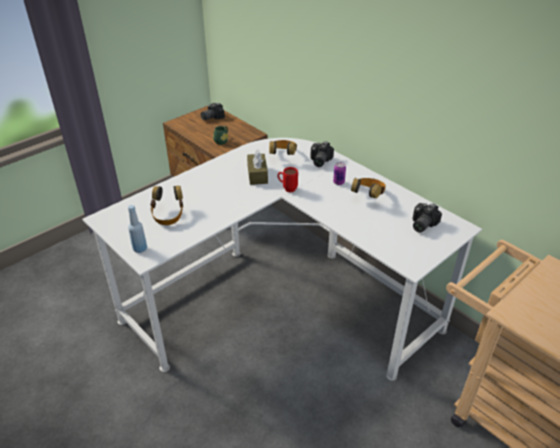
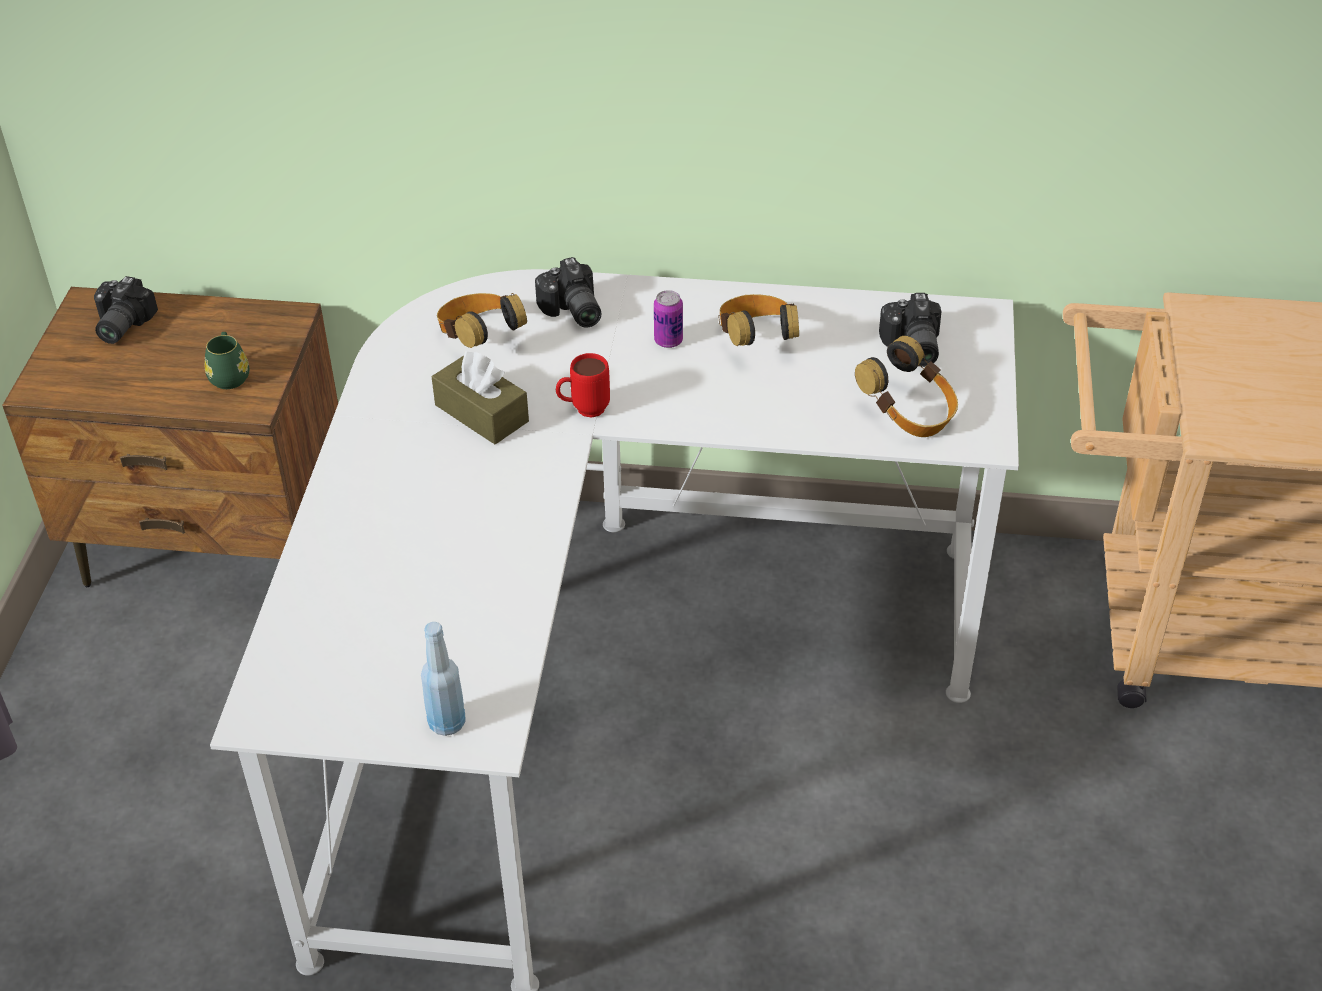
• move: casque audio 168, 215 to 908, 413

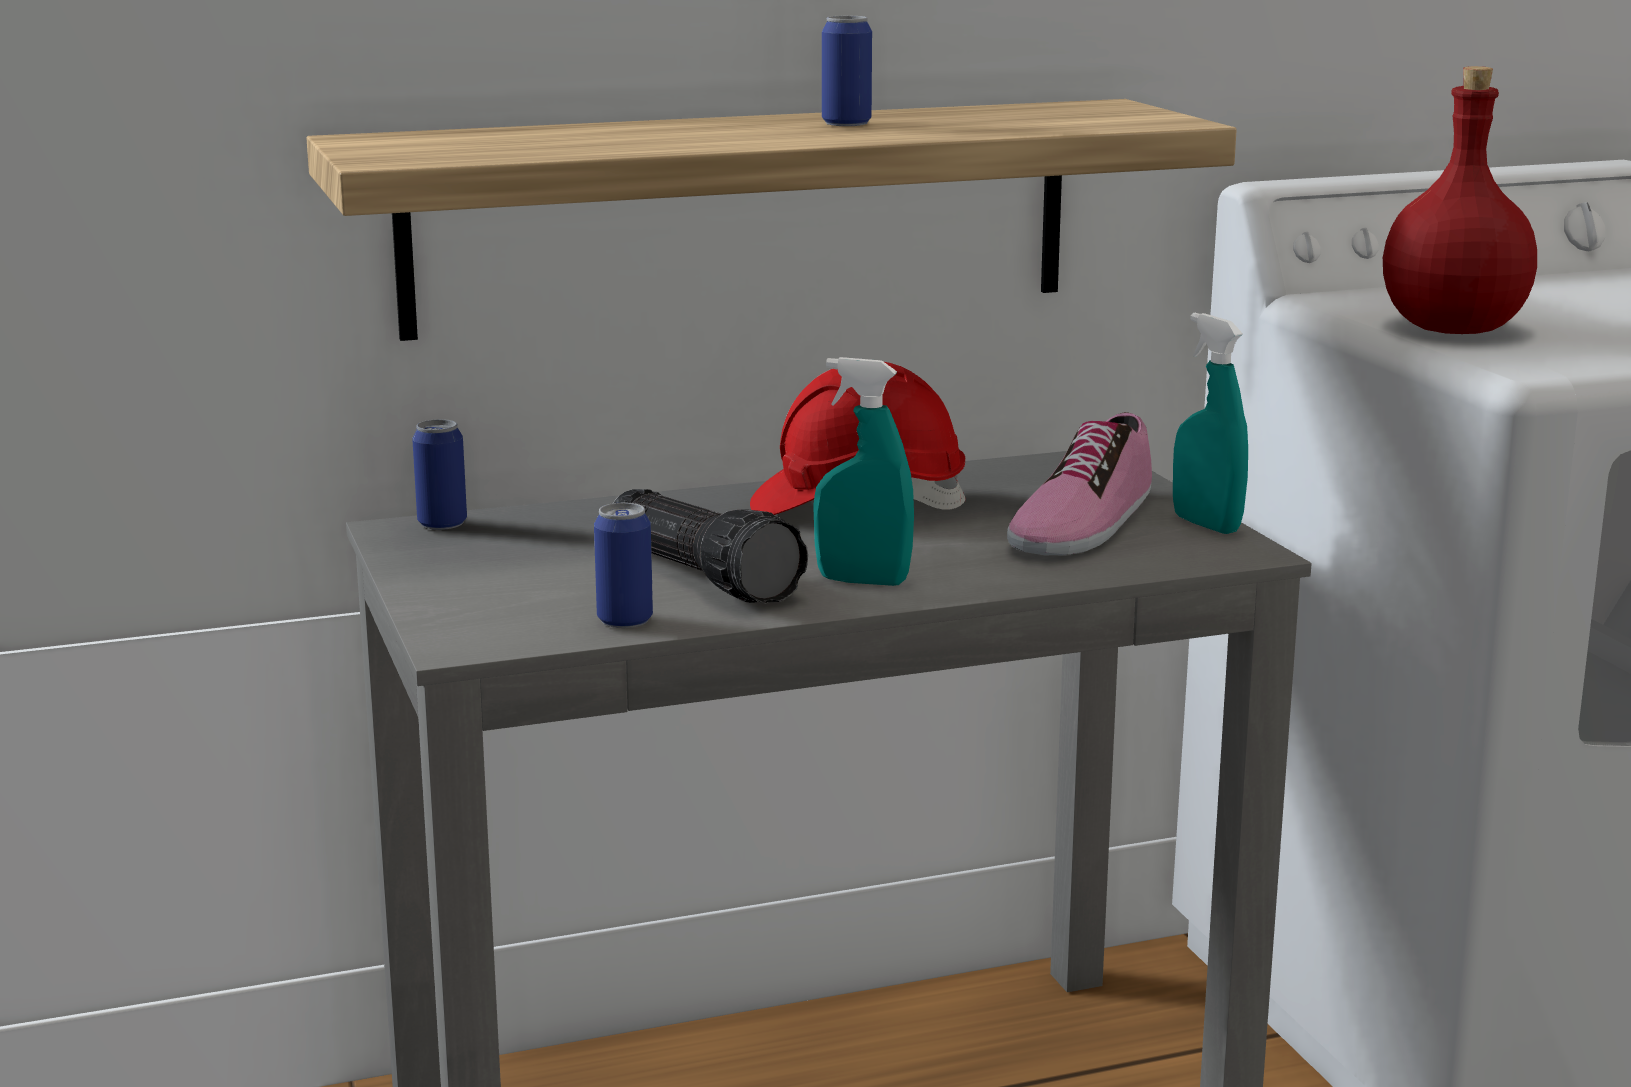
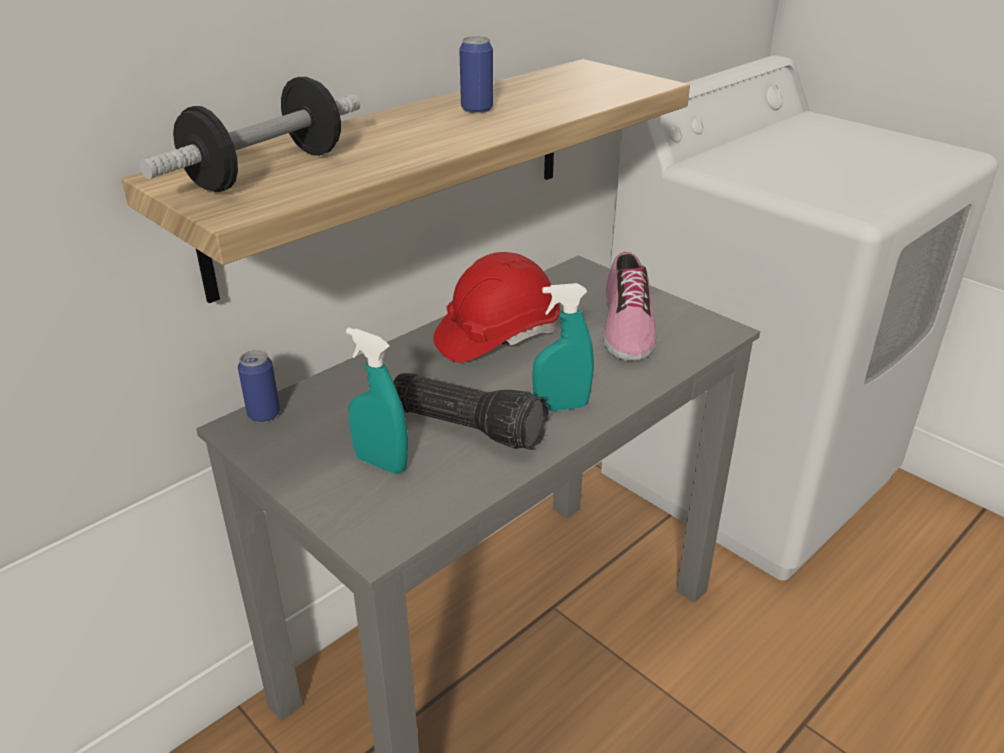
• delete: bouteille/rouge 1455, 330
• move: vaporisateur/turquoise 1206, 524 to 381, 463
• delete: boîte métallique 625, 620
• insert: haltère 266, 171

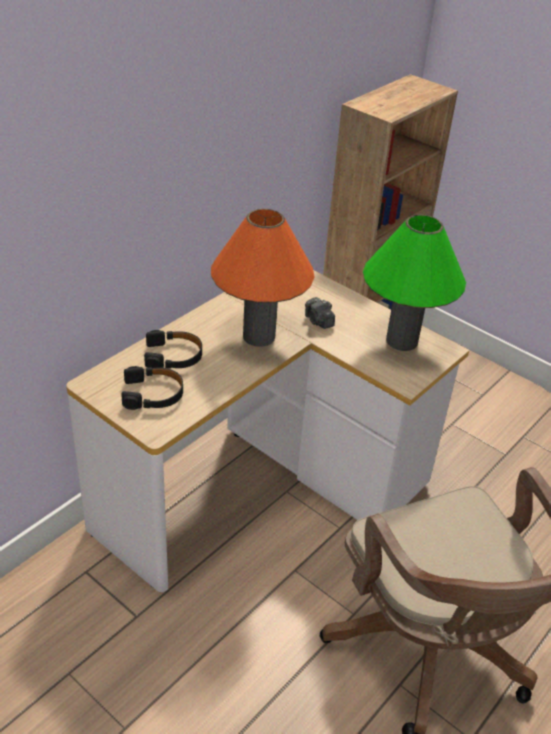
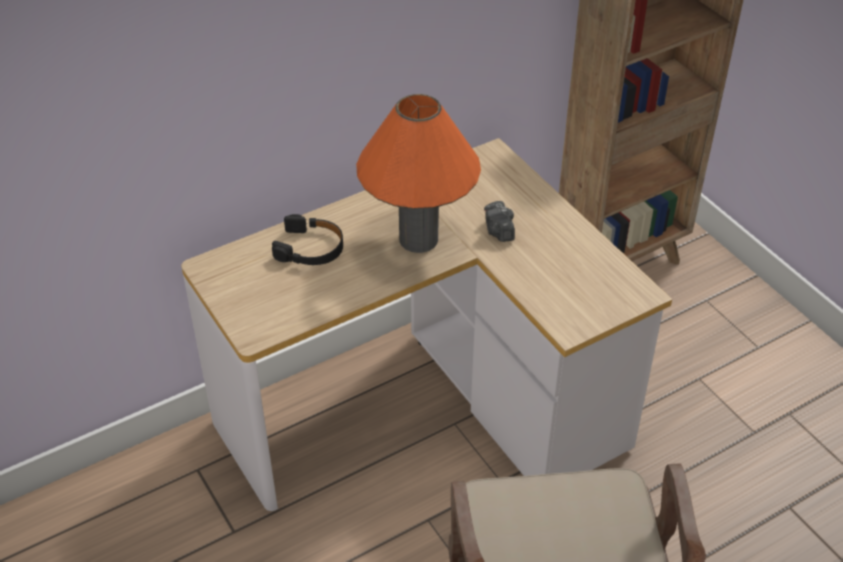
• delete: lampe de table/vert 402, 341
• delete: casque audio/noir 153, 394

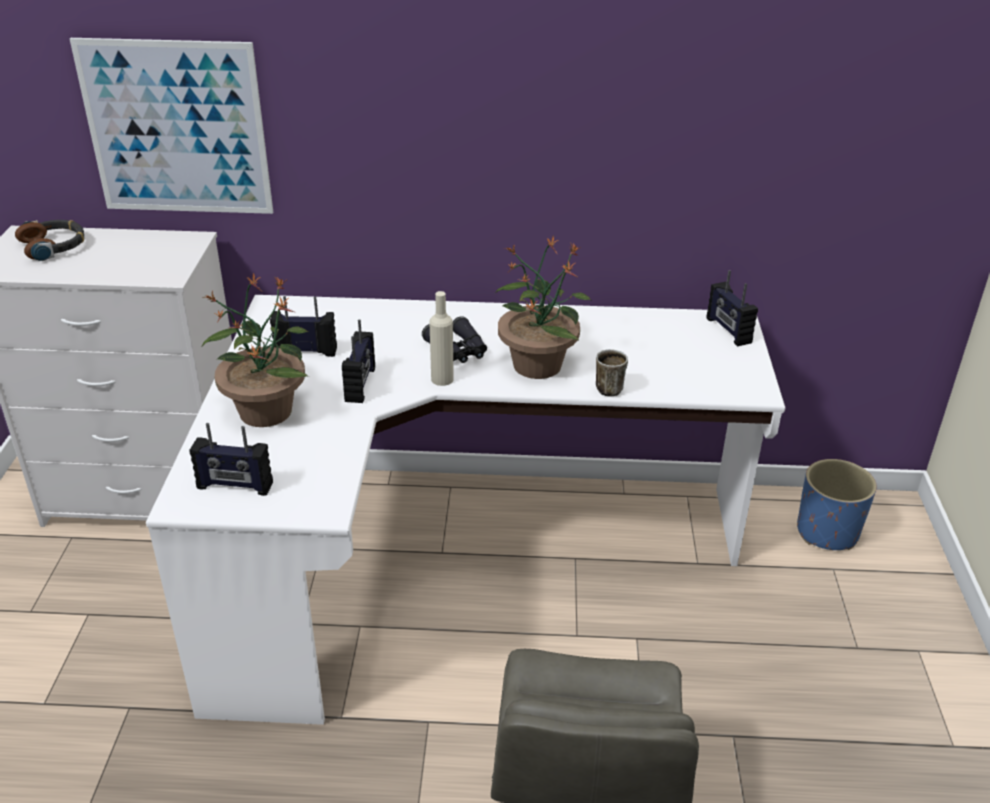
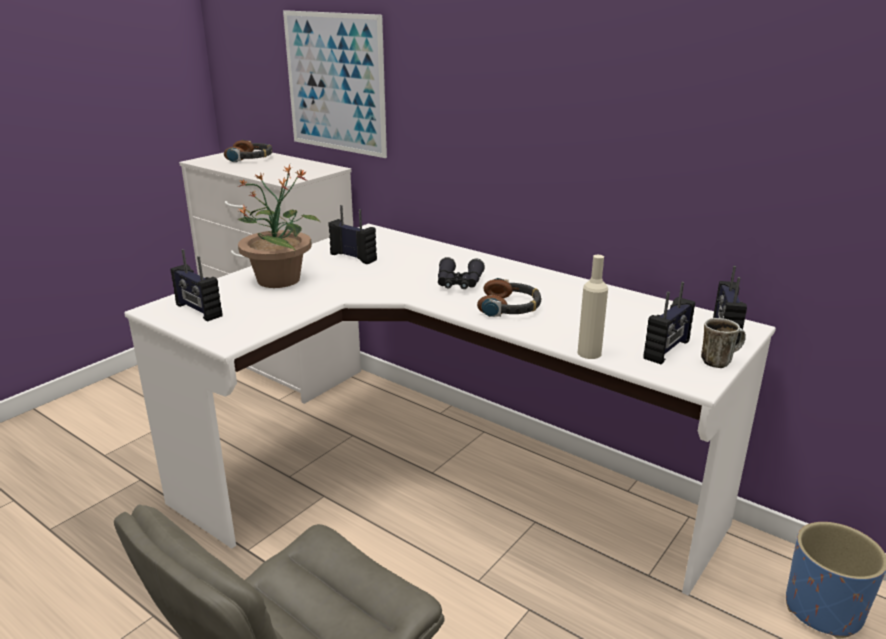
• replace: plante en pot 537, 364 to casque audio 510, 307
• move: bouteille/beige 442, 379 to 589, 353
• move: radio 361, 384 to 667, 350
• move: mug 611, 388 to 719, 361

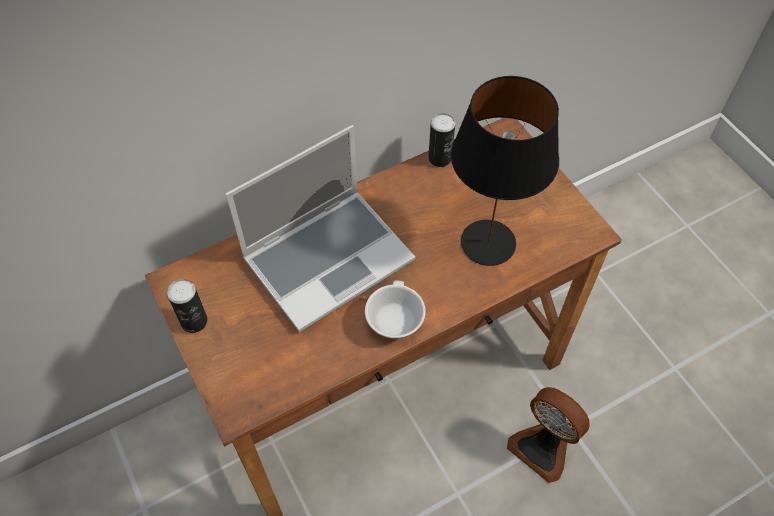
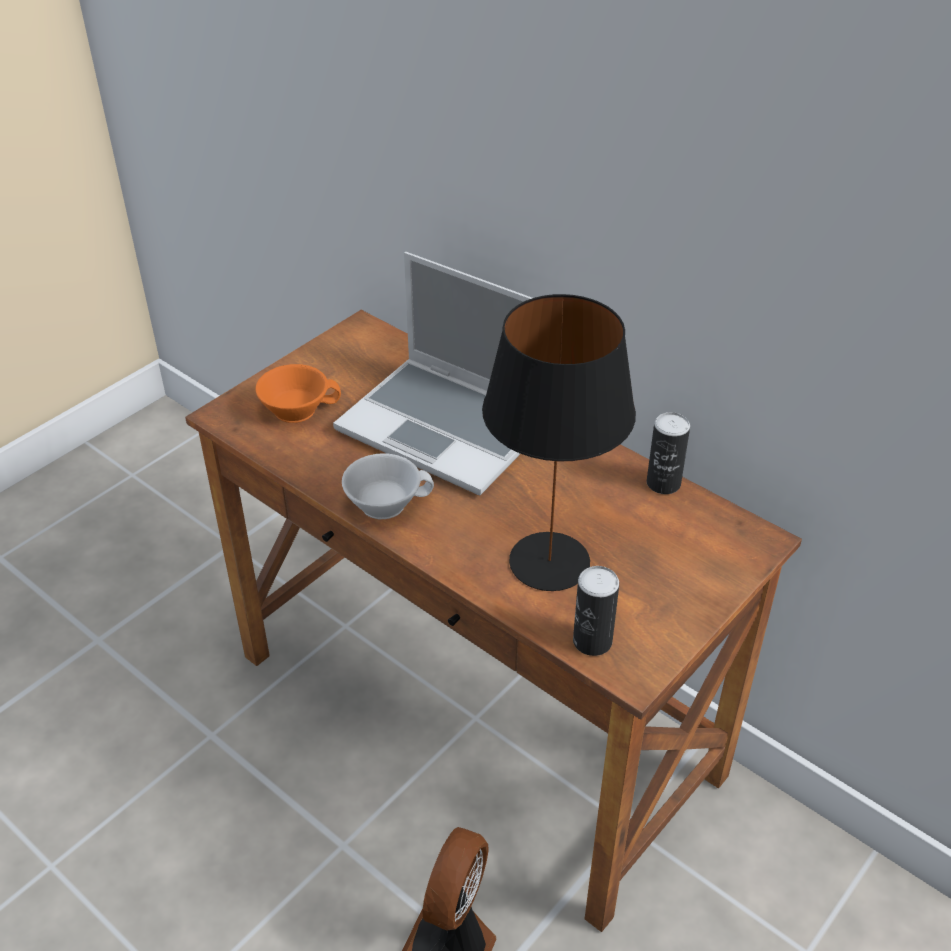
• move: boîte métallique 194, 321 to 592, 641
• insert: tasse/orange 297, 407

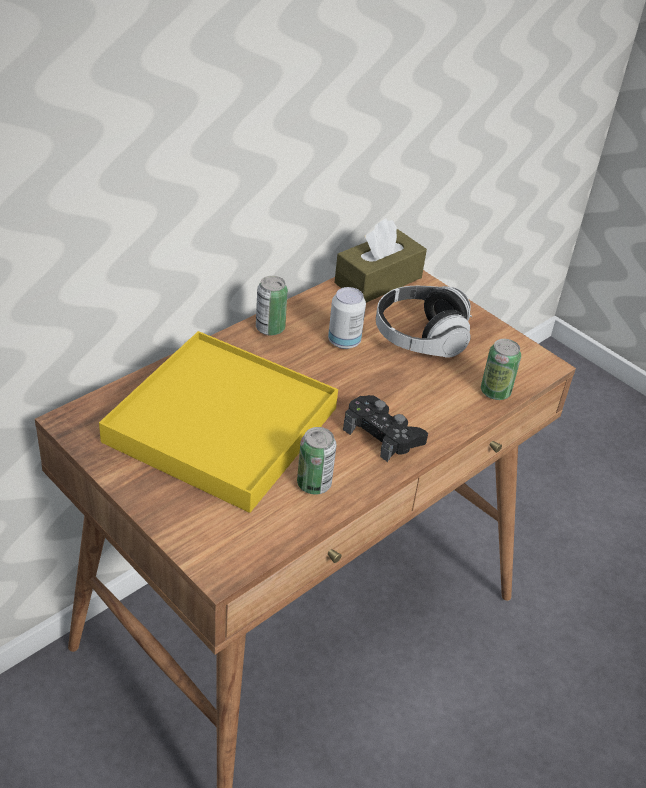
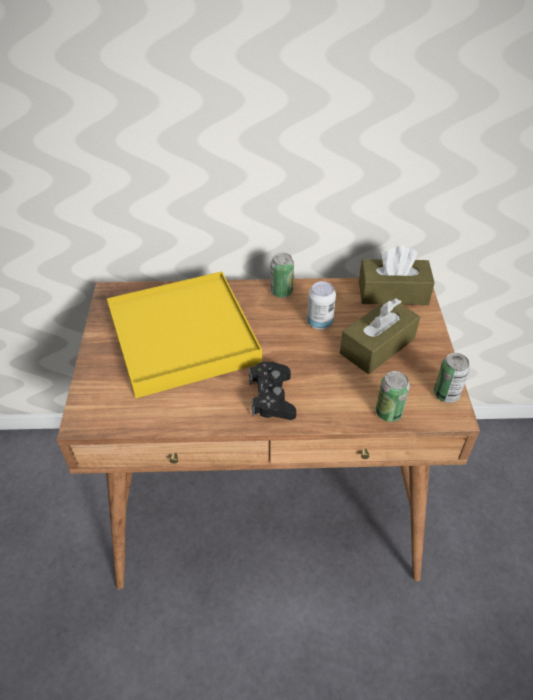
• replace: casque audio 420, 337 to boîte à mouchoirs/marron 377, 346
• move: boîte métallique 314, 484 to 446, 394

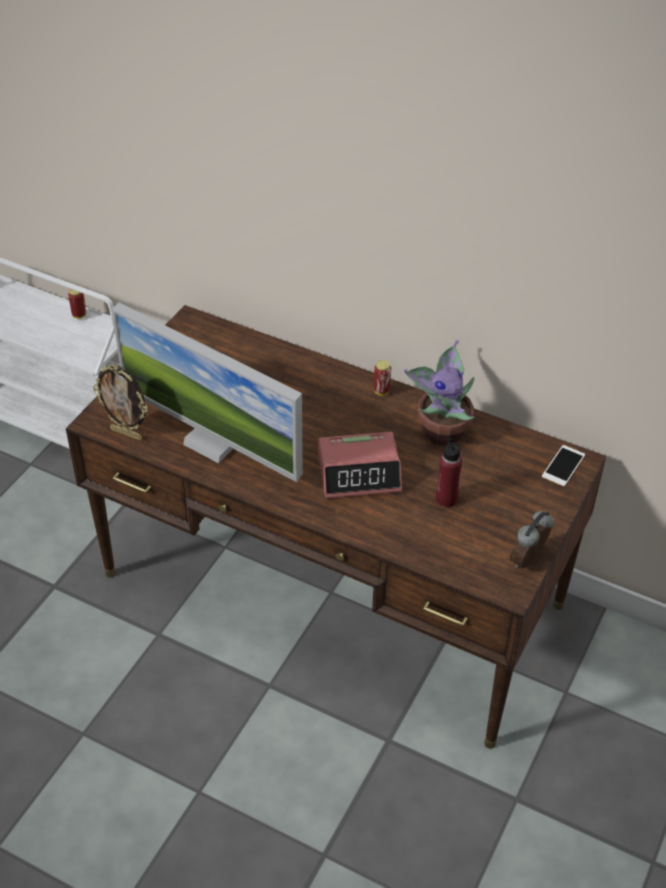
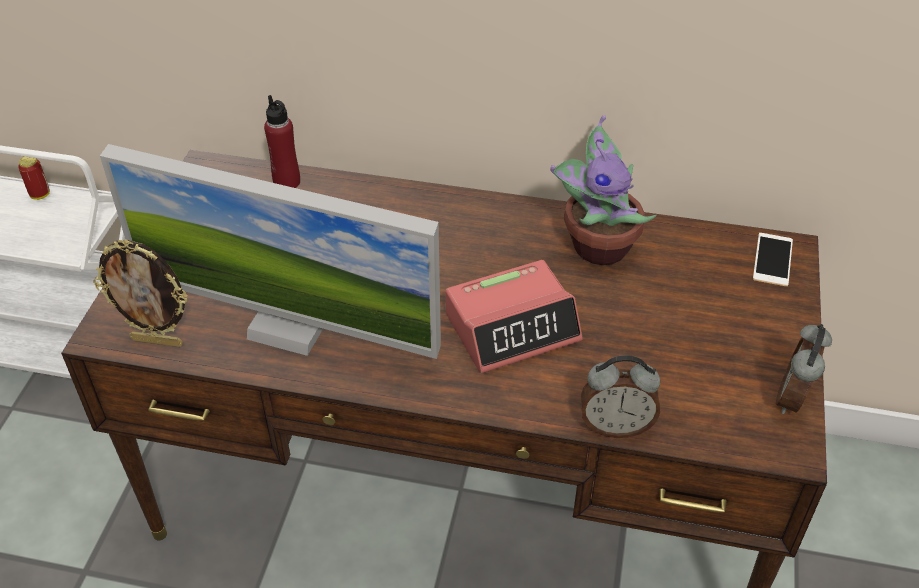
• delete: boîte métallique 381, 391
• move: bouteille/rouge 446, 499 to 287, 182
• insert: réveil 615, 426

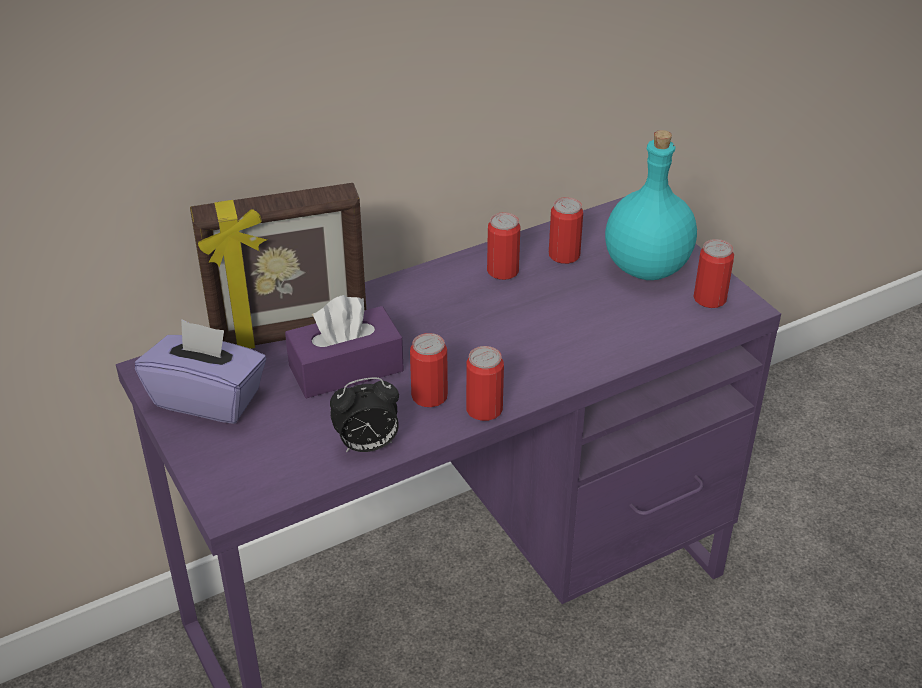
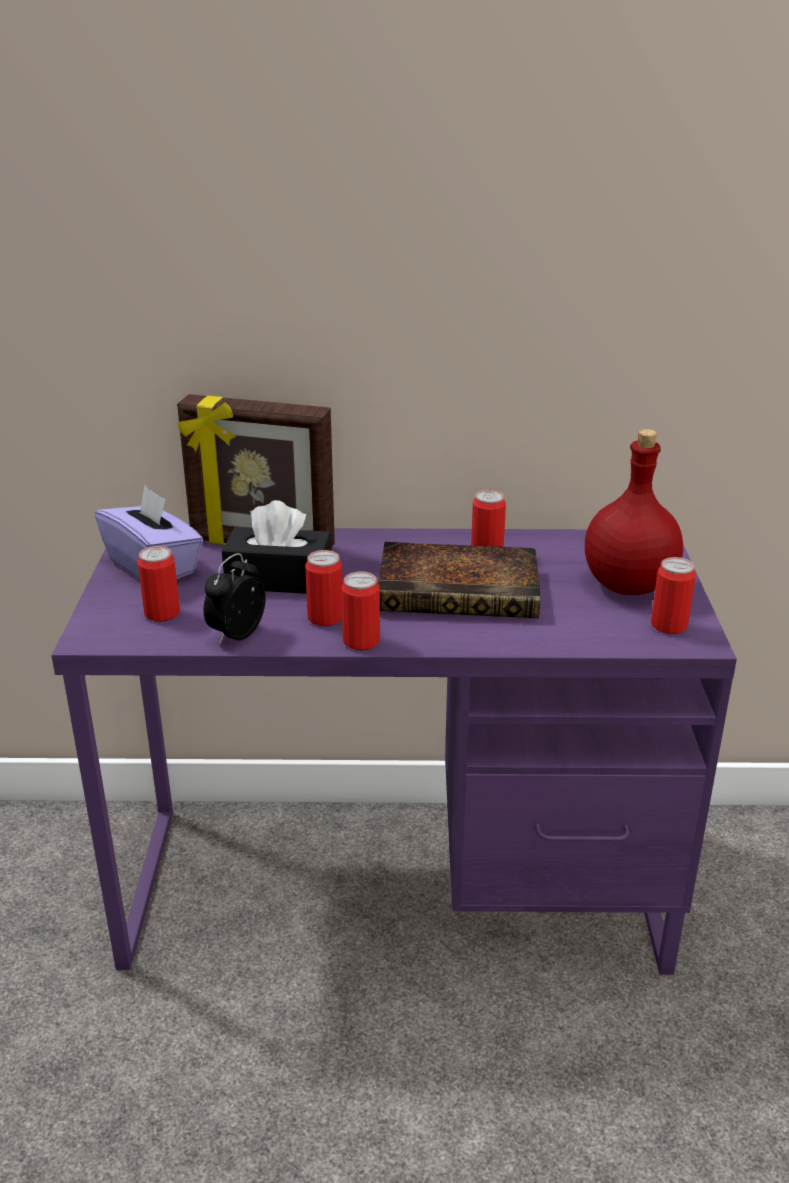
• recolor: bouteille/turquoise 648, 267 to bouteille/rouge 630, 585
• move: boîte métallique 564, 255 to 162, 613
• recolor: boîte à mouchoirs/violet 346, 368 to boîte à mouchoirs/noir 279, 579
• rotate: réveil 367, 446 = 236, 634 105 degrees clockwise
• insert: livre 462, 590

